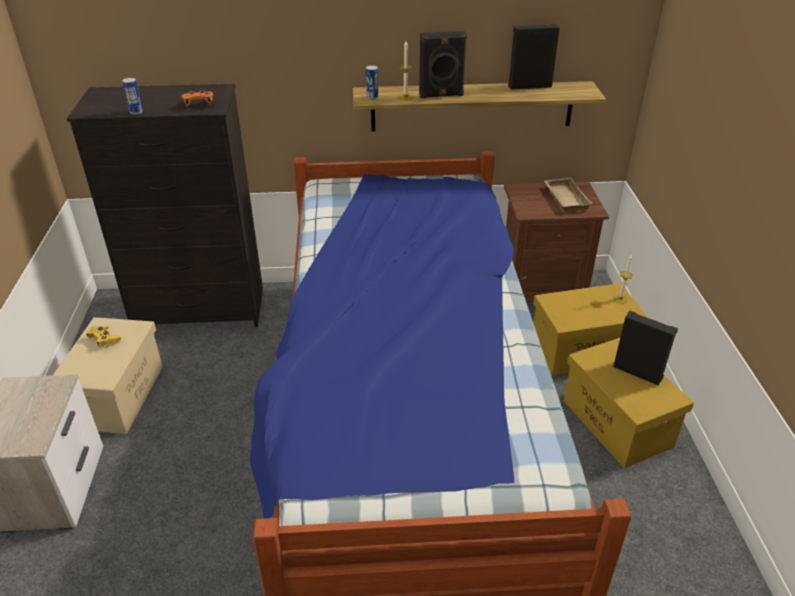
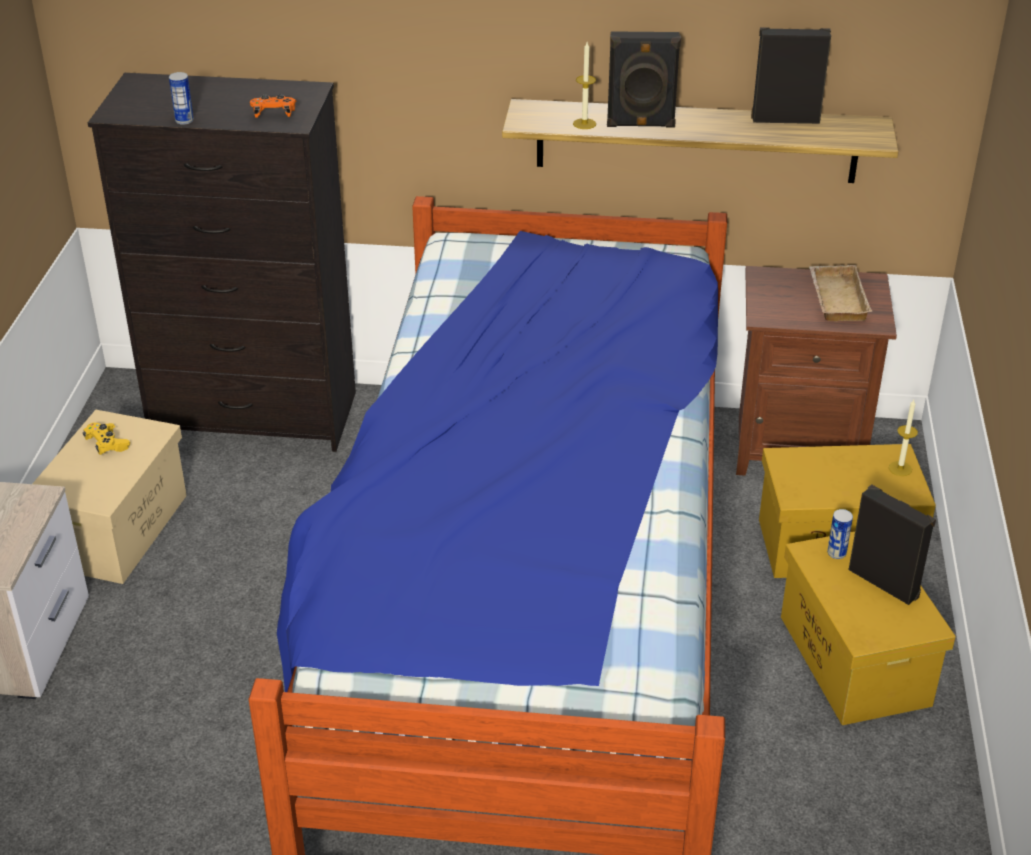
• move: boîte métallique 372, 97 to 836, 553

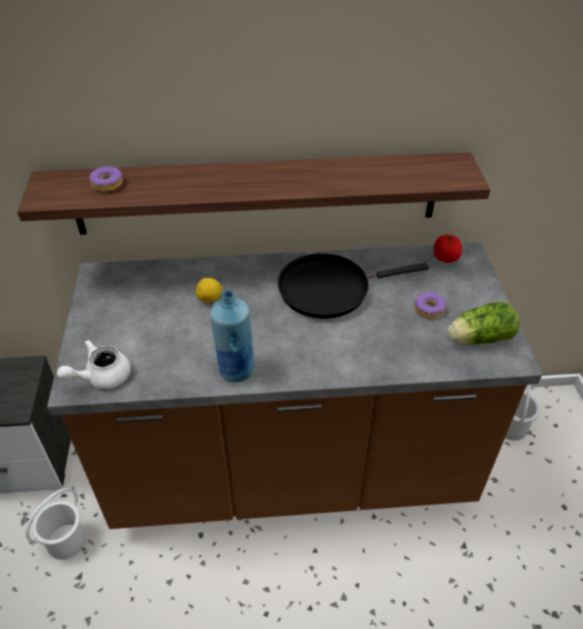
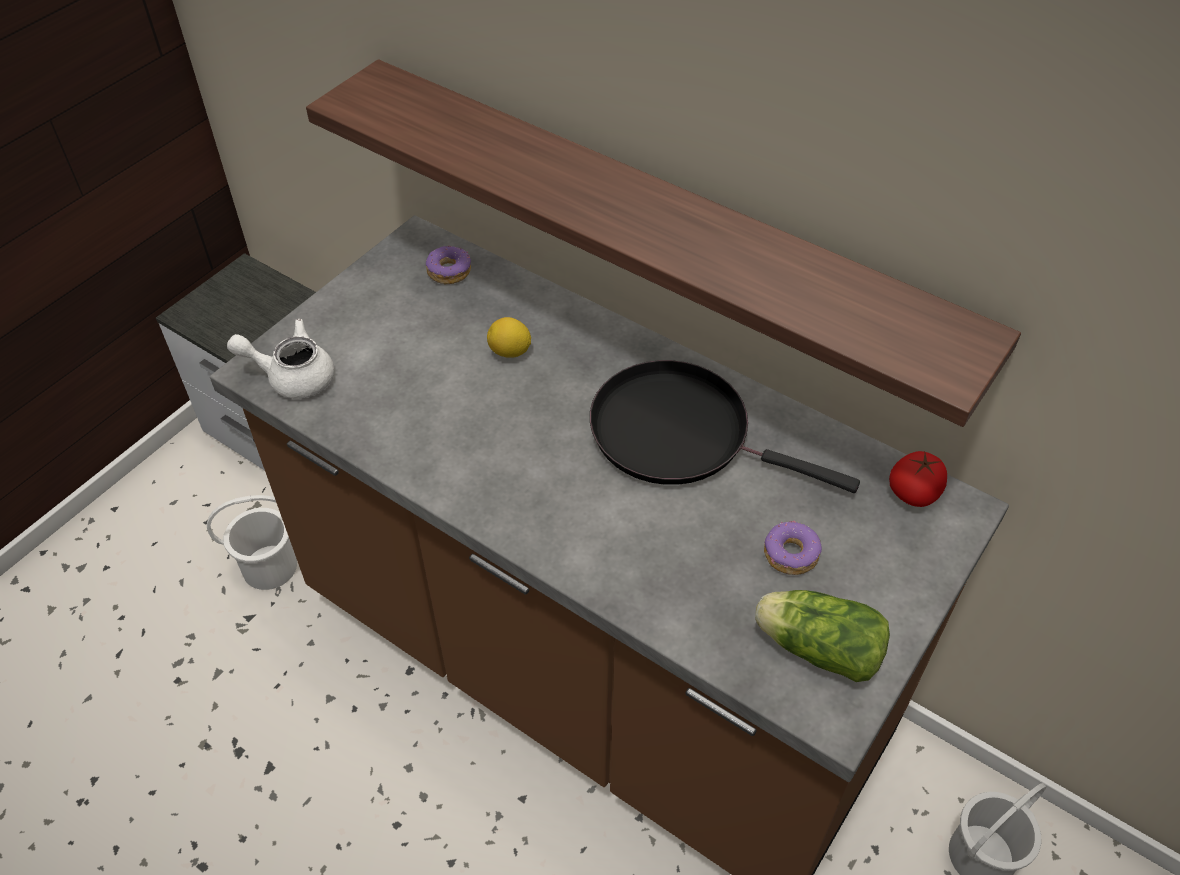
• move: beignet 107, 184 to 449, 271
• delete: bouteille/bleu 235, 370

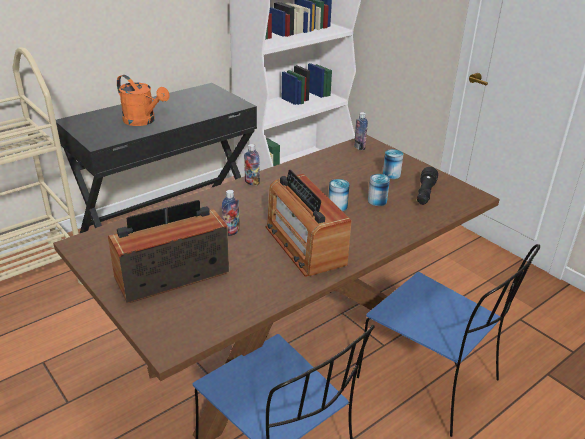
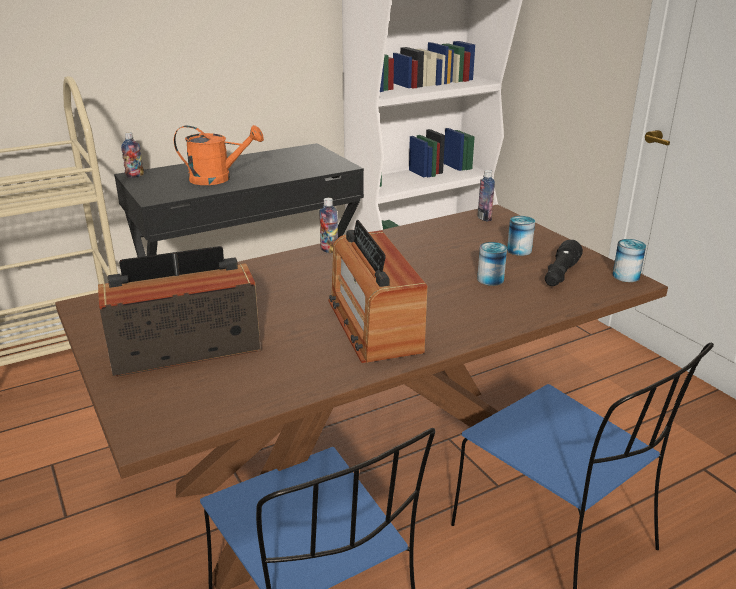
• rotate: arrosoir/orange 143, 121 = 218, 179 45 degrees counterclockwise
• move: boîte métallique 337, 206 to 626, 276
• move: bouteille 231, 232 to 135, 176

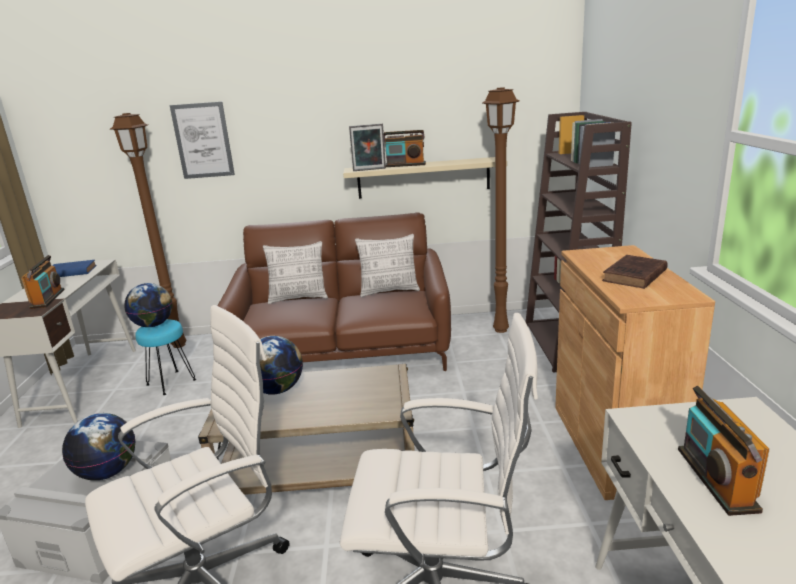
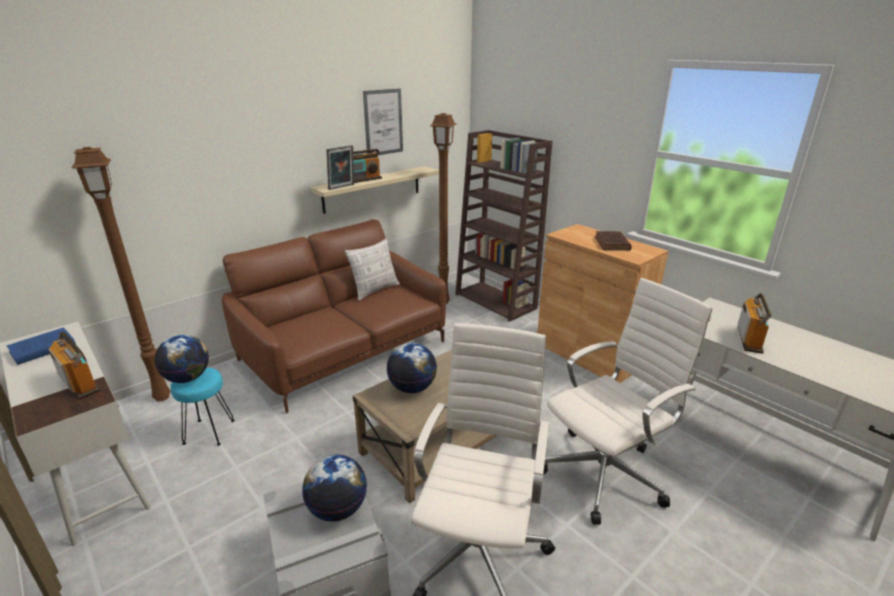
• move: tableau 203, 140 to 383, 122
• delete: coussin 298, 298
• rotate: radio 716, 479 = 750, 339 120 degrees counterclockwise

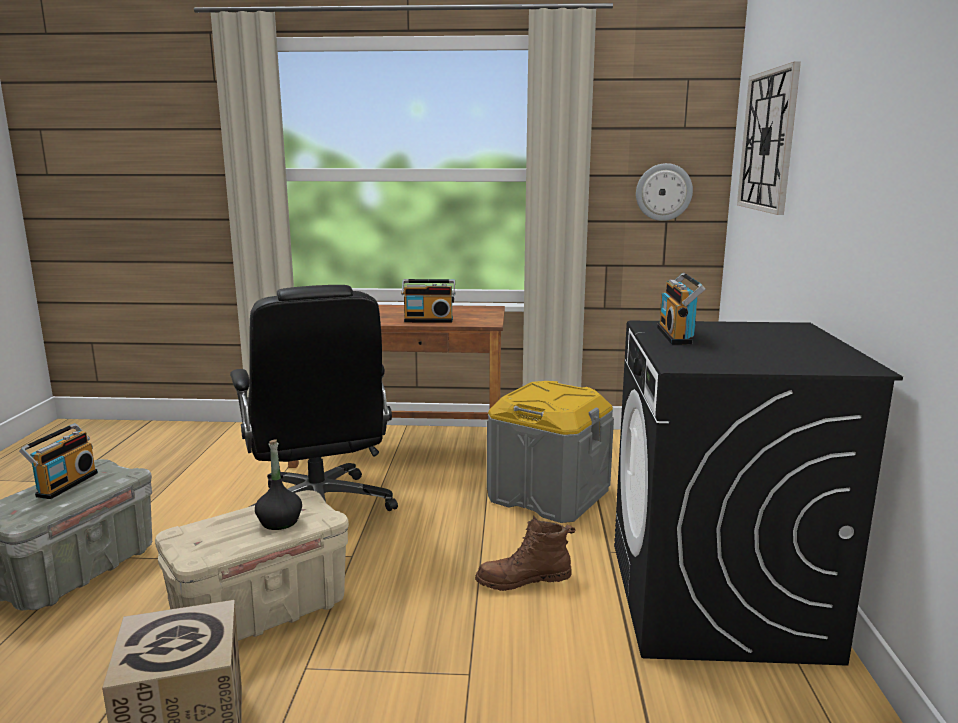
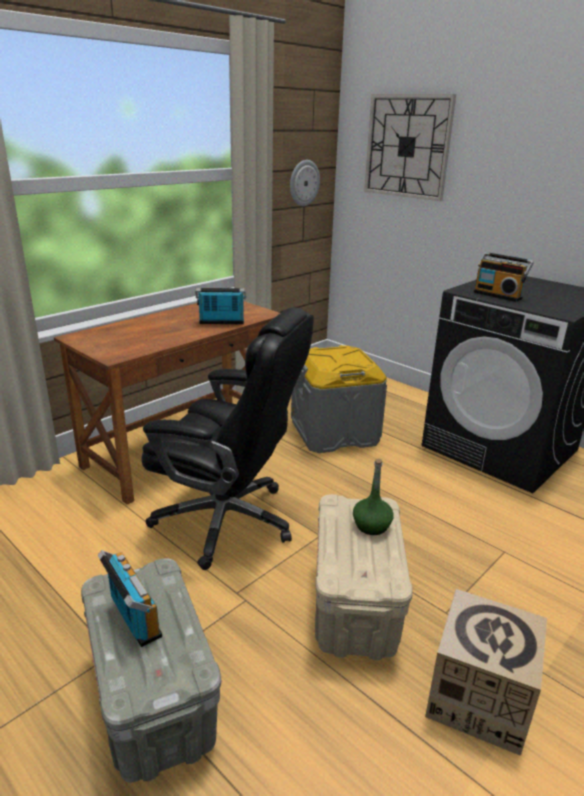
• rotate: radio 429, 320 = 221, 322 135 degrees counterclockwise
• recolor: bouteille/noir 279, 522 to bouteille/vert 371, 526
• delete: botte/marron 523, 580

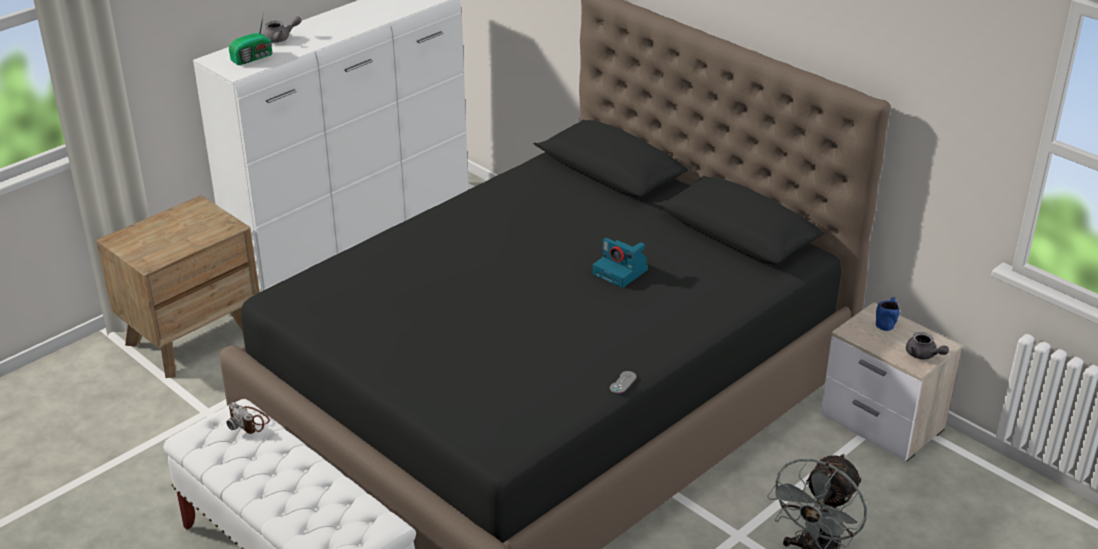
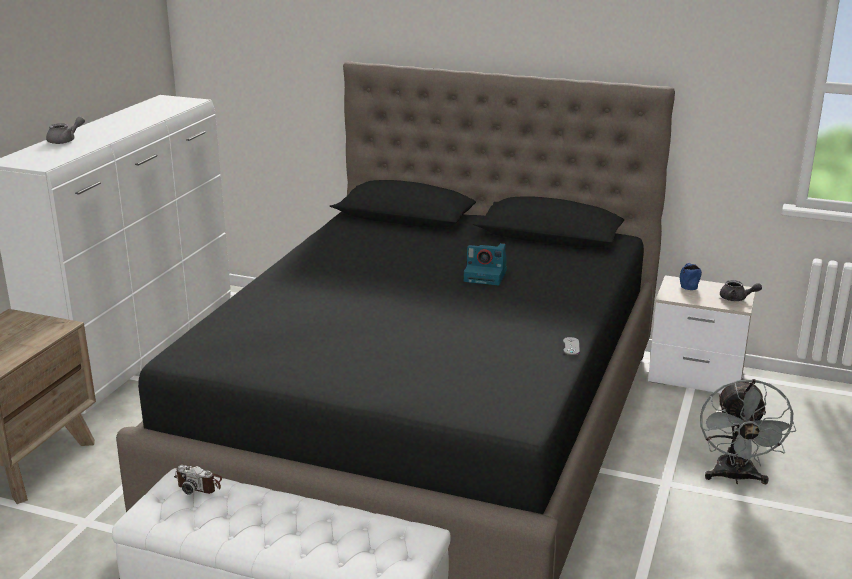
• delete: radio 253, 58

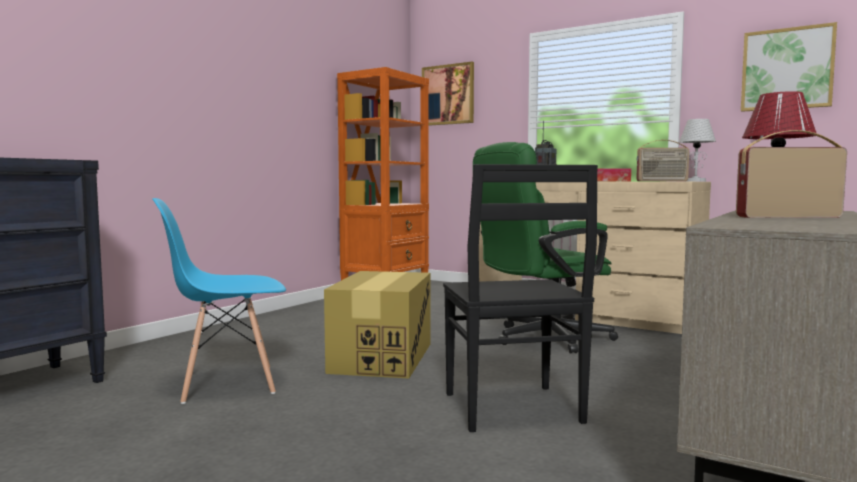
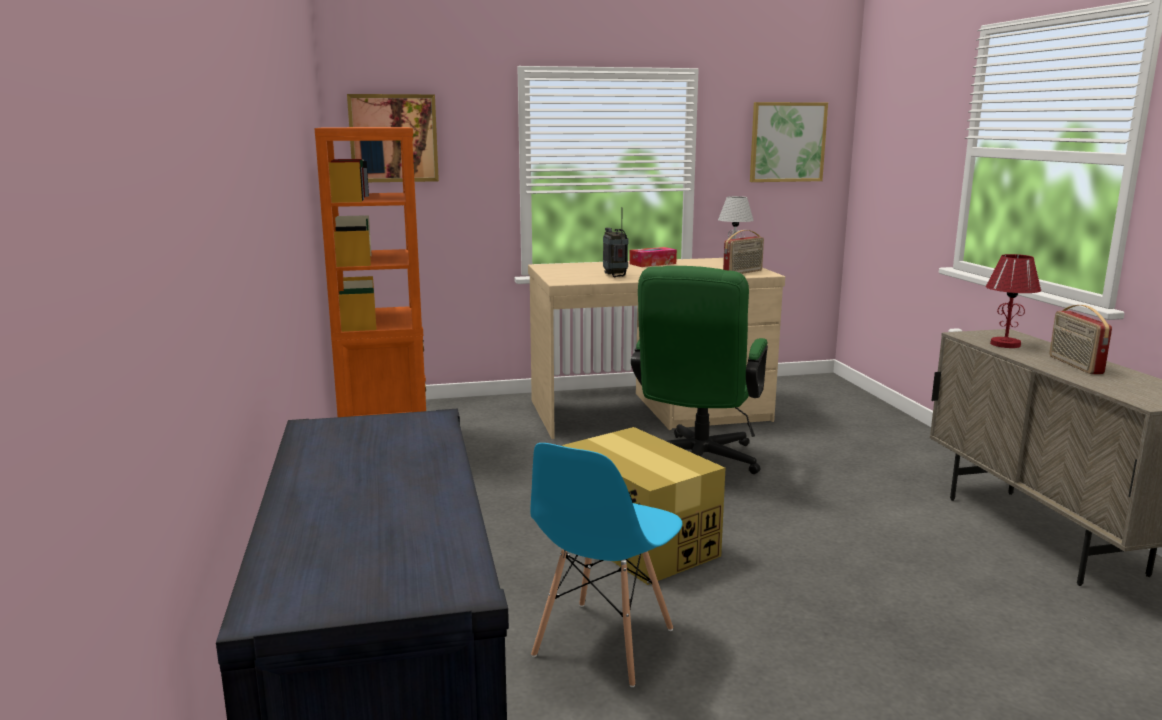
• rotate: radio 787, 217 = 1074, 365 45 degrees counterclockwise
• delete: chaise/noir 513, 409

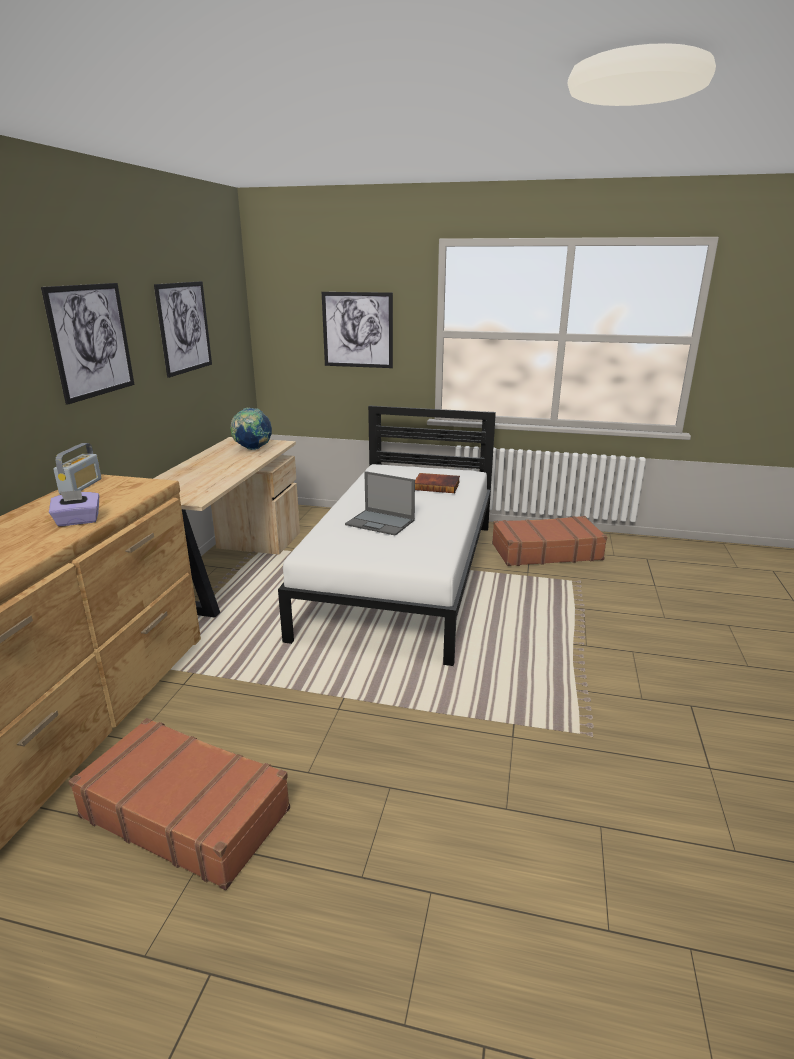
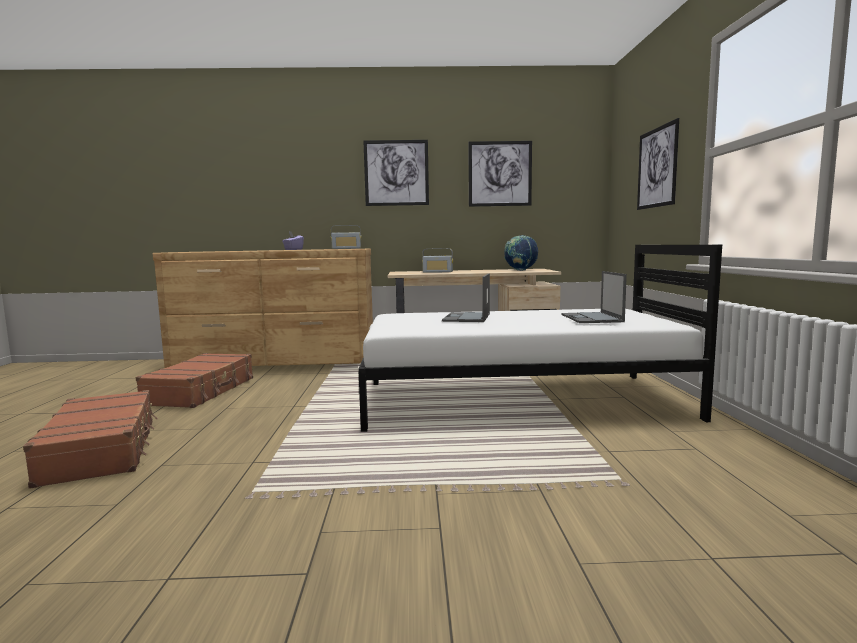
• replace: livre 437, 485 to ordinateur portable 592, 318
• move: valise/marron 545, 551 to 102, 450
• insert: radio 437, 272

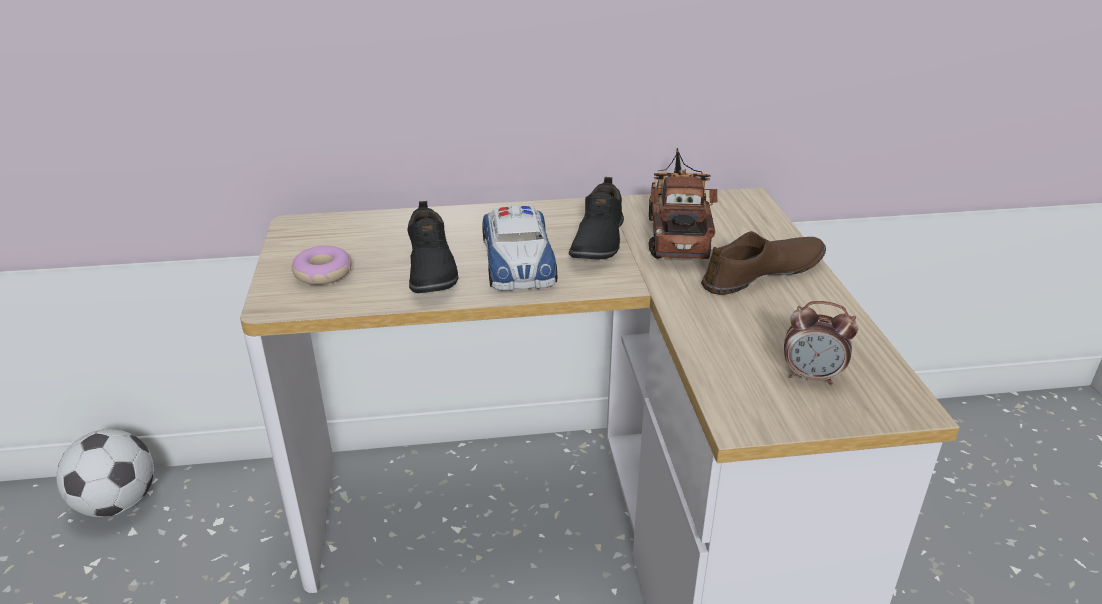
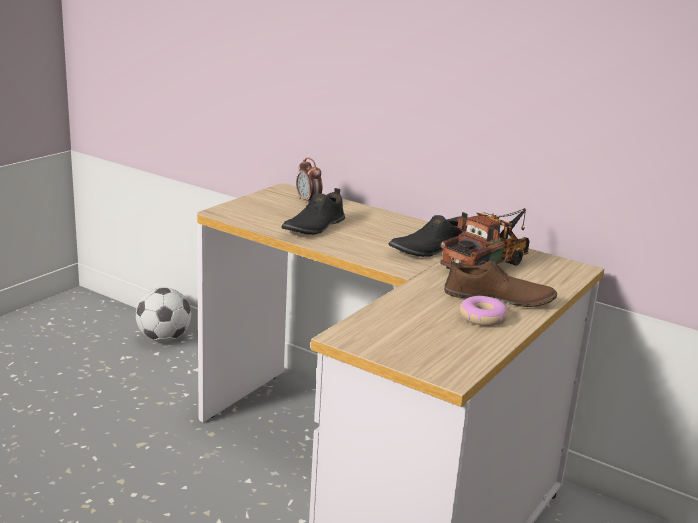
• delete: petite voiture 518, 260
• move: beignet 323, 273 to 482, 318
• move: réveil 812, 376 to 308, 201

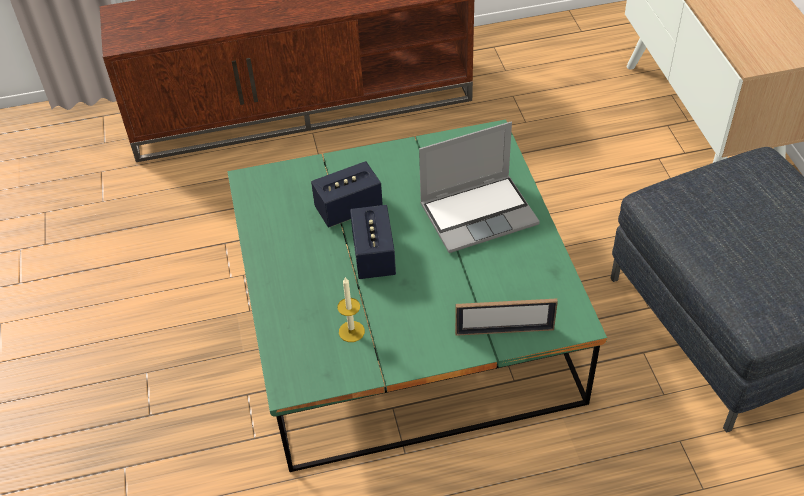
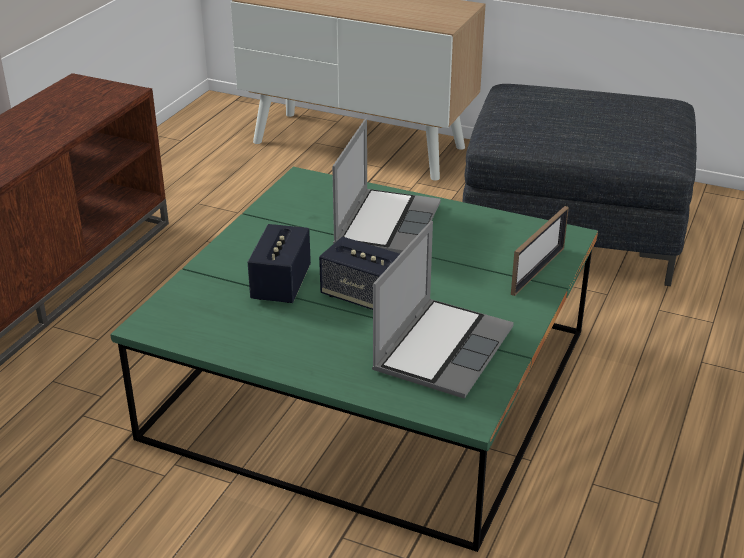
• replace: bougie 351, 331 to ordinateur portable 442, 348

